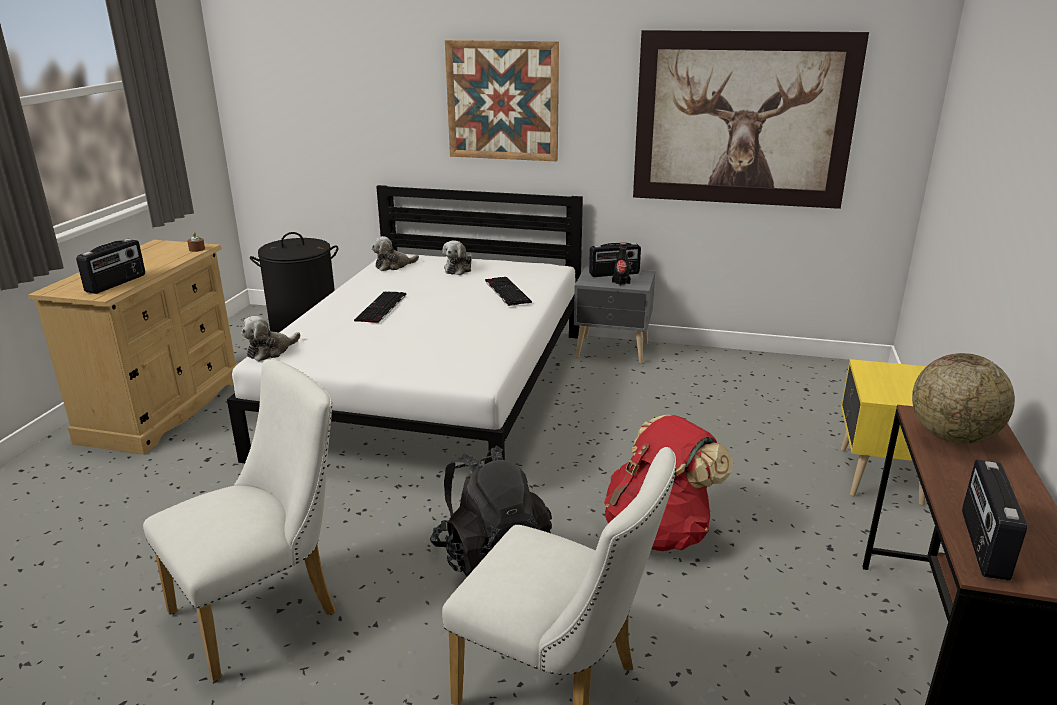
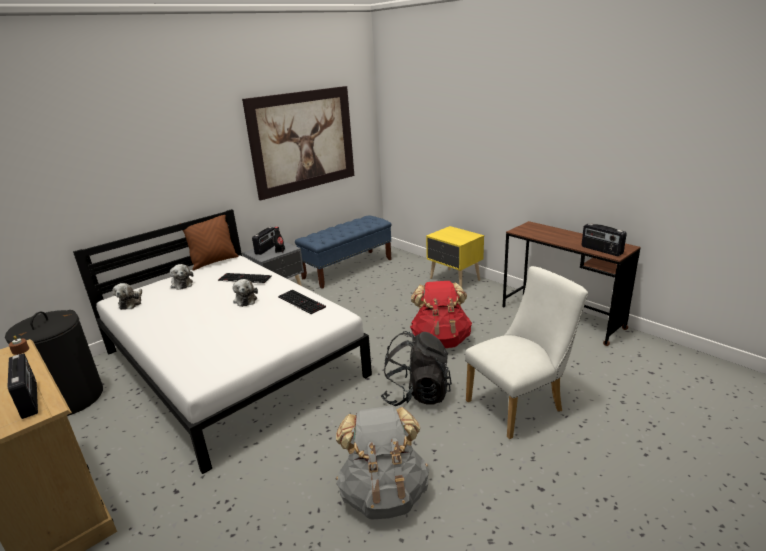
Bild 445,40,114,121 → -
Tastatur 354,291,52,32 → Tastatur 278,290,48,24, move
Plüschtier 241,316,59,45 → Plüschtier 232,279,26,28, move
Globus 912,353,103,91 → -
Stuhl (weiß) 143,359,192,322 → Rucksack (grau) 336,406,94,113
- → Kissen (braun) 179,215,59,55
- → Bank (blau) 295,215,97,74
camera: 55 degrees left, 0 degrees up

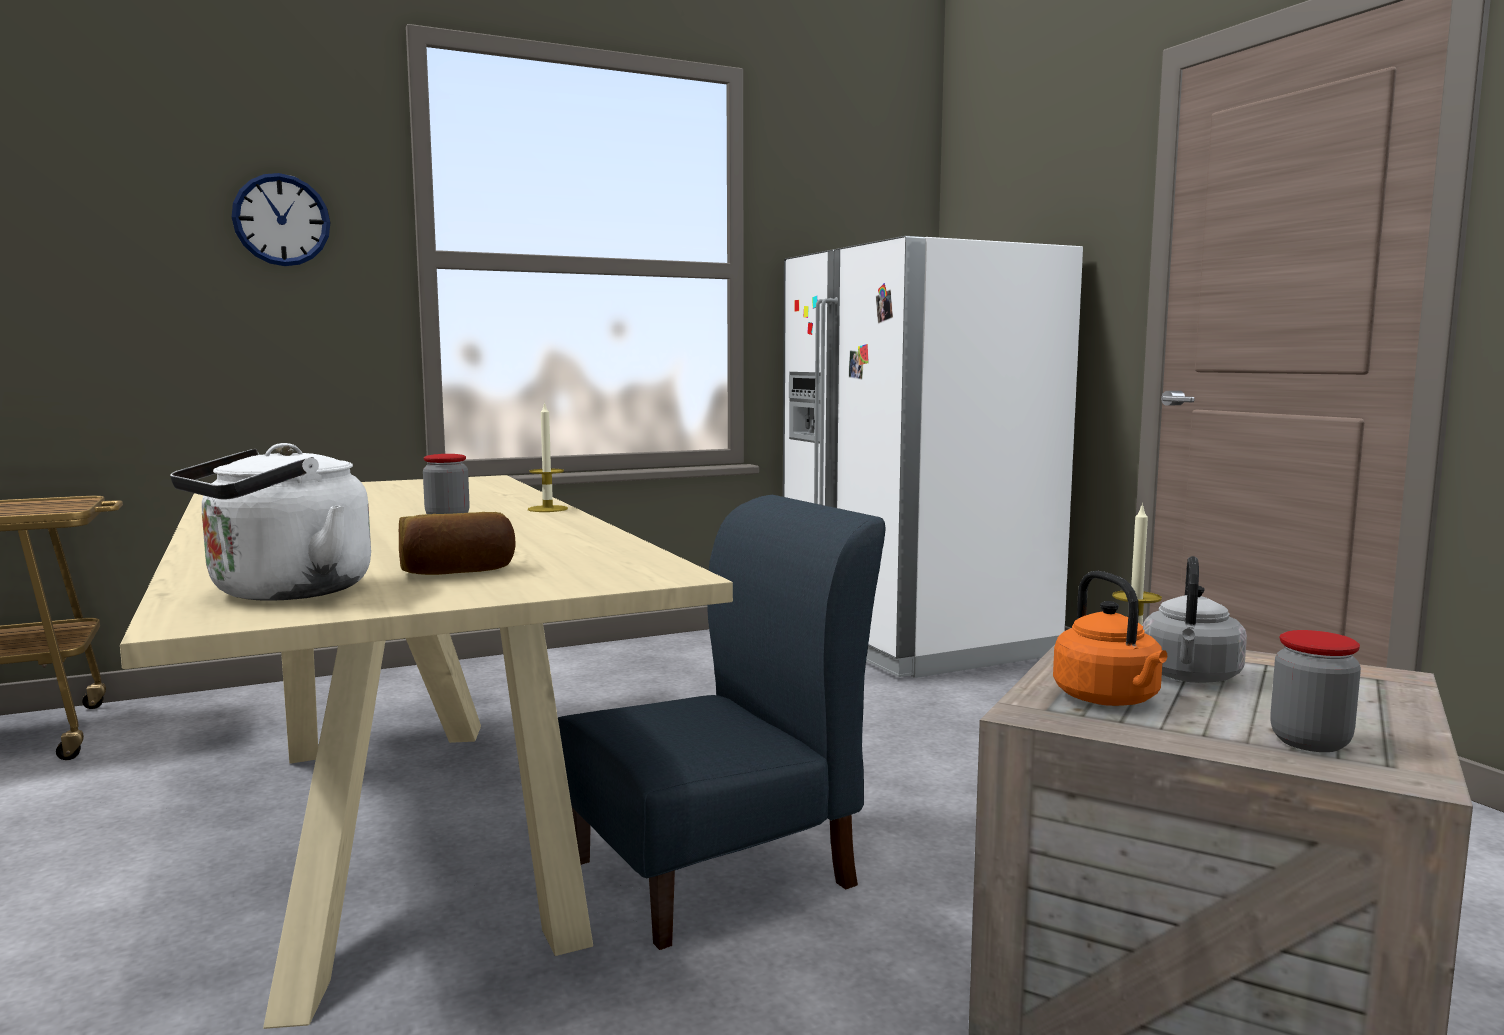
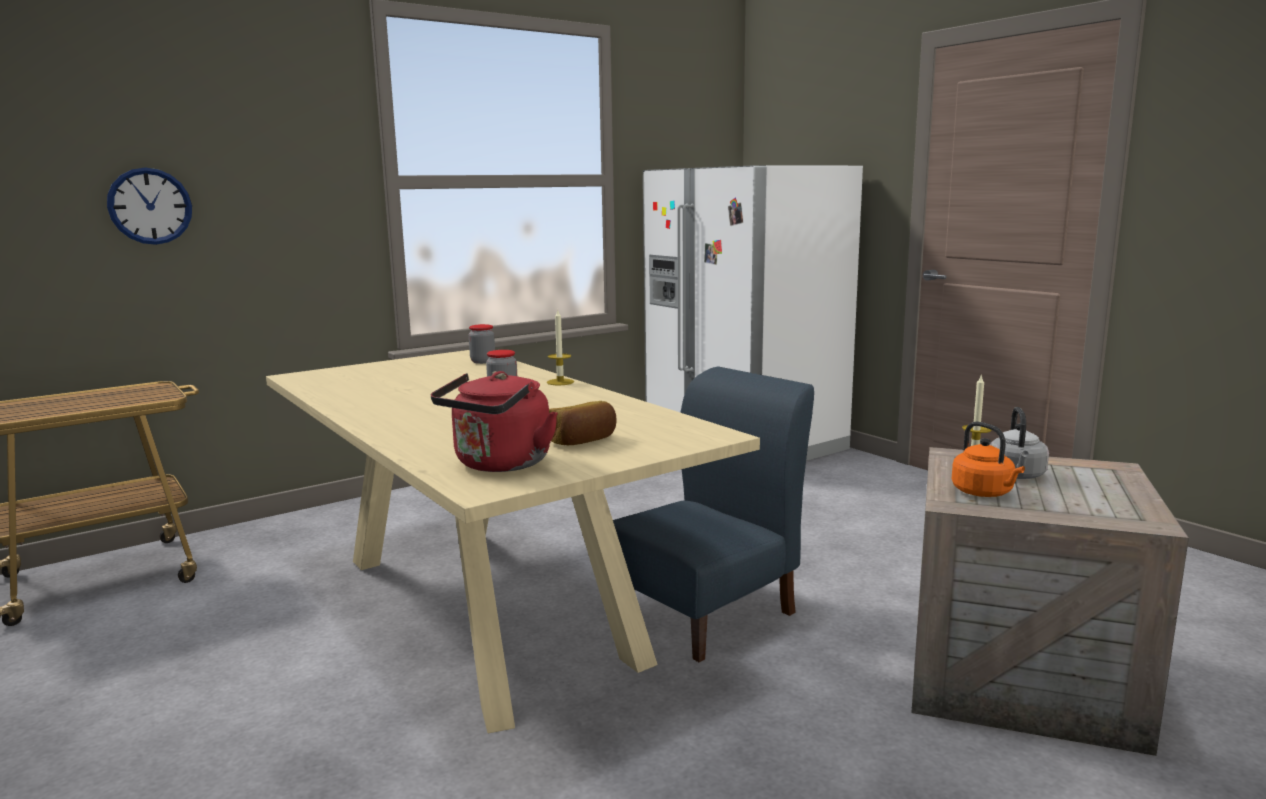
Wanduhr 232,173,98,93 → Wanduhr 107,168,85,77, move
Wasserkessel (weiß) 170,443,201,158 → Wasserkessel (rot) 431,371,127,101
Vorratsglas 1270,630,91,122 → Vorratsglas 469,324,26,40, move
camera: 10 degrees left, 5 degrees up

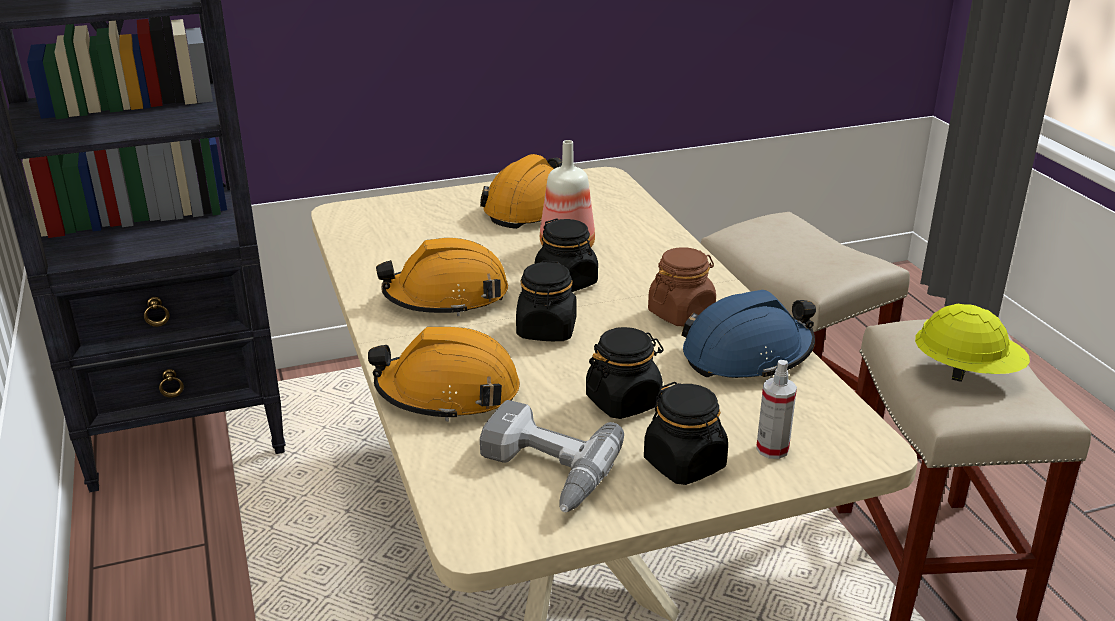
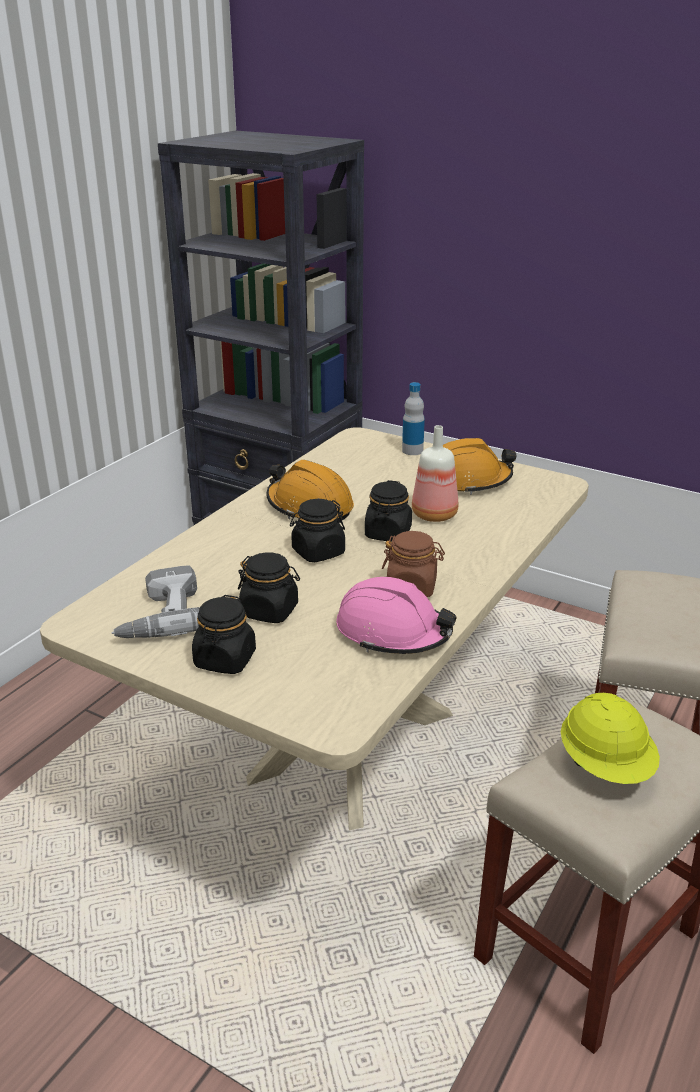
Schutzhelm (blau) 682,290,134,89 → Schutzhelm (rosa) 336,577,121,77
Schutzhelm (orange) 368,327,152,95 → -
Sprühflasche 756,360,41,99 → -
- → Flasche 402,382,23,73
camera: 50 degrees right, 0 degrees up

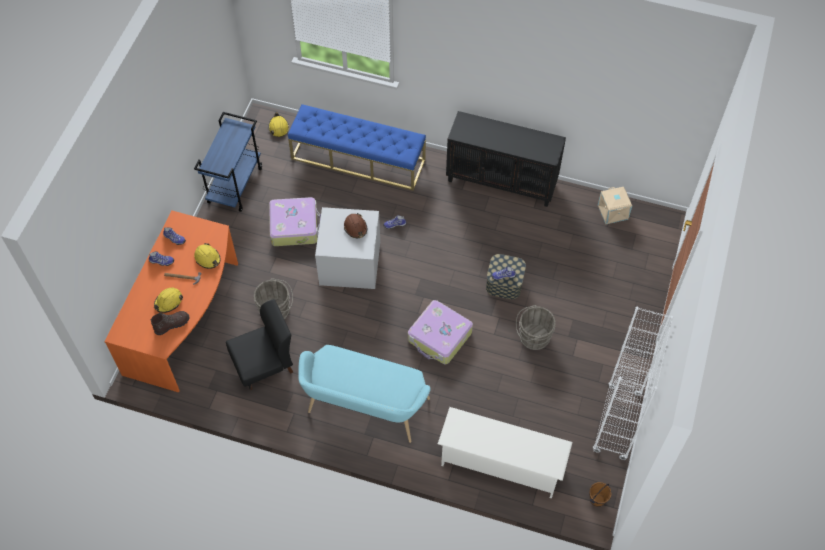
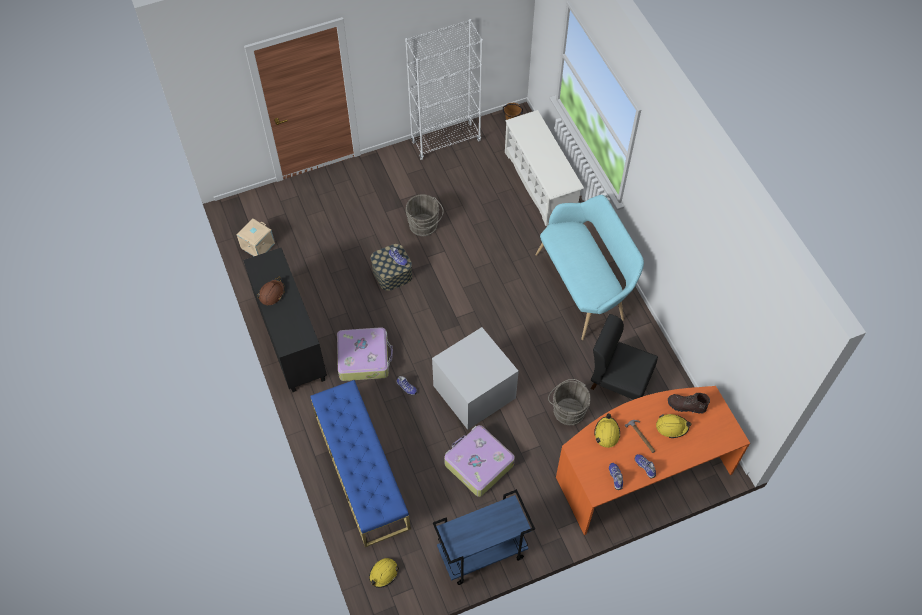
Schutzhelm (braun) 344,213,23,25 → Schutzhelm (braun) 258,276,27,30, move
Koffer 408,300,65,64 → Koffer 337,327,56,54, move
camera: 130 degrees left, 0 degrees up

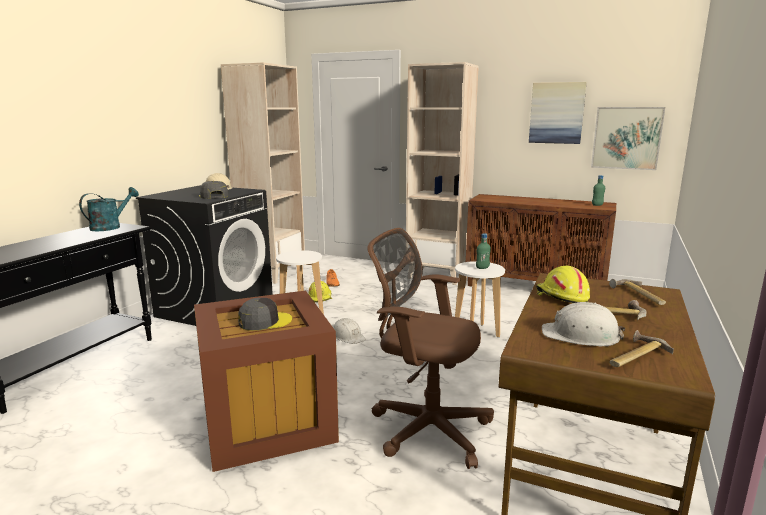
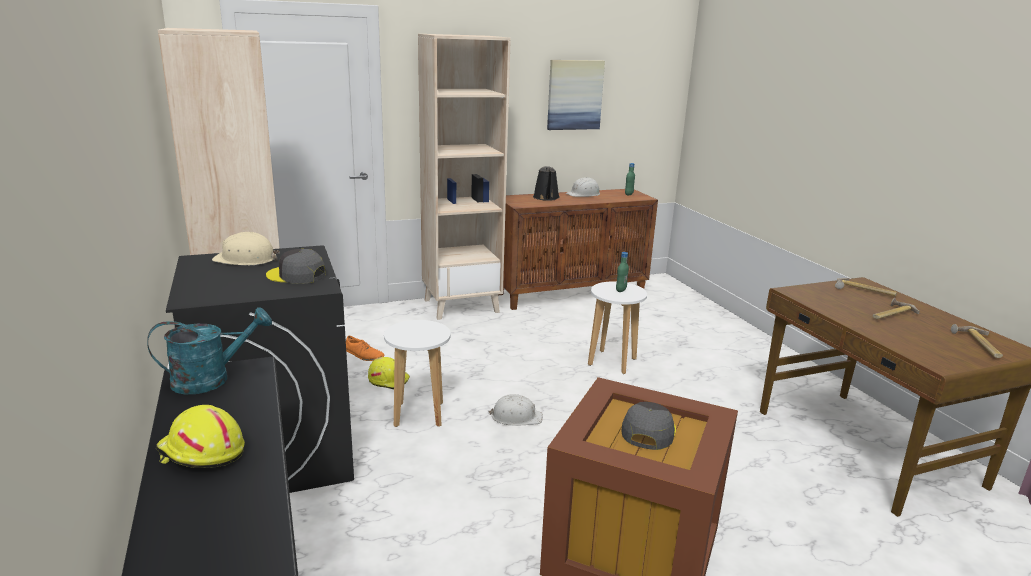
Bild 591,107,74,63 → -
Gießkanne (türkis) 79,187,60,44 → Gießkanne (türkis) 147,307,125,87, 75 degrees clockwise
Bürostuhl (braun) 367,228,127,241 → -
Schutzhelm (gelb) 536,266,54,37 → Schutzhelm (gelb) 156,405,89,63, move
Schutzhelm (weiß) 542,302,83,44 → Schutzhelm (weiß) 566,177,34,20, move
- → Gießkanne (schwarz) 533,166,27,35
camera: 45 degrees left, 5 degrees up

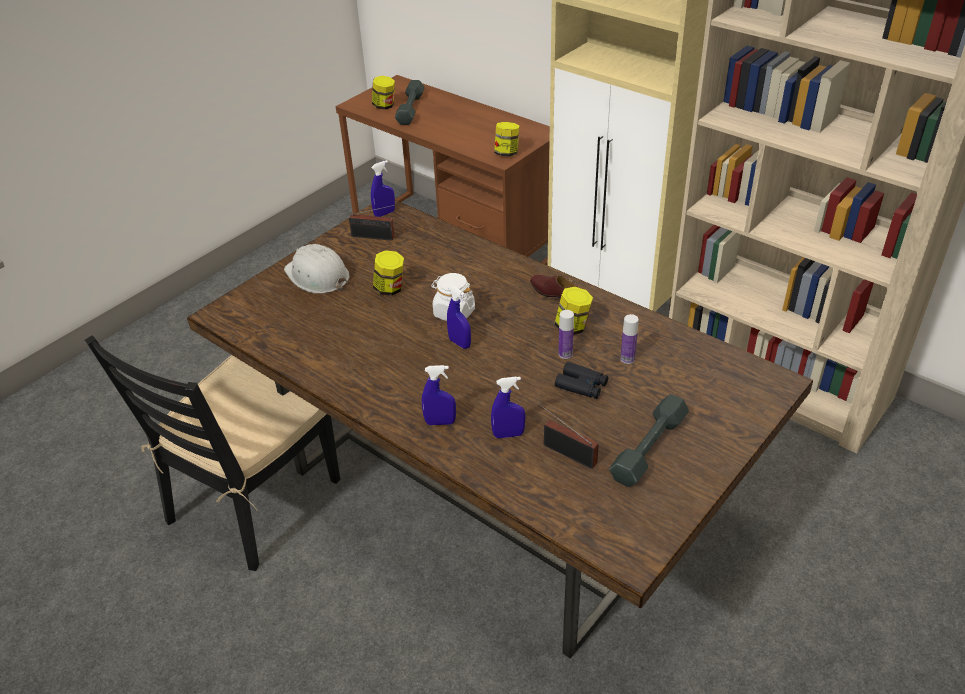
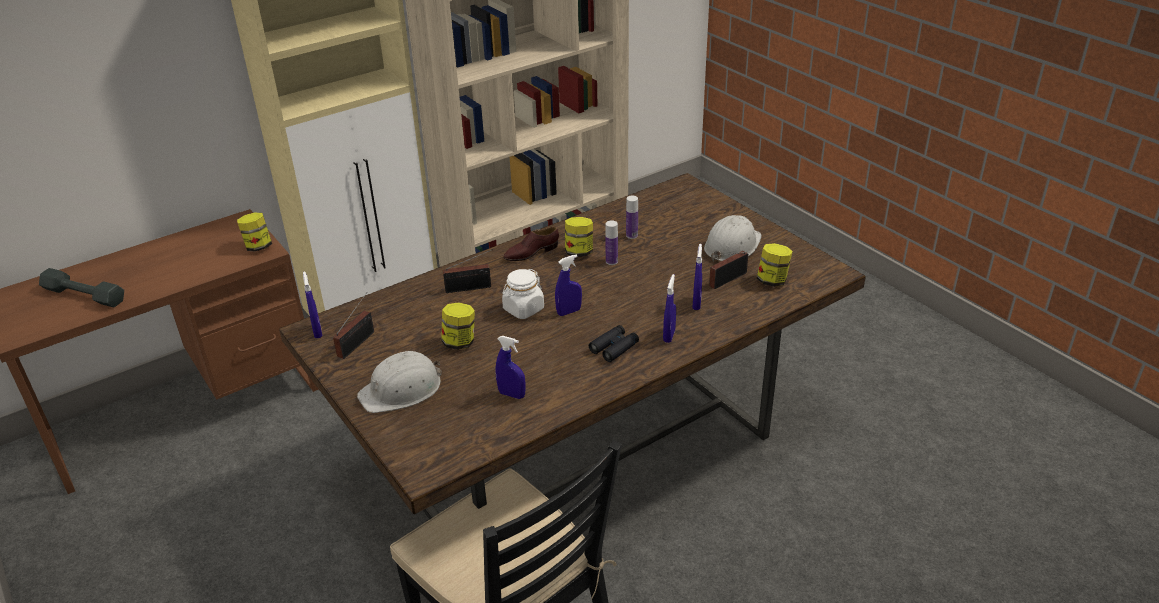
Vorratsglas 372,76,23,34 → Vorratsglas 757,243,36,44, move
Fernglas (schwarz) 555,362,53,37 → Fernglas (schwarz) 589,325,50,37, move
Hantel (grau) 609,394,80,93 → Schutzhelm (weiß) 704,215,58,47
- → Radio 443,249,50,44
- → Sprühflasche (blau) 495,336,30,63
camera: 75 degrees left, 5 degrees down

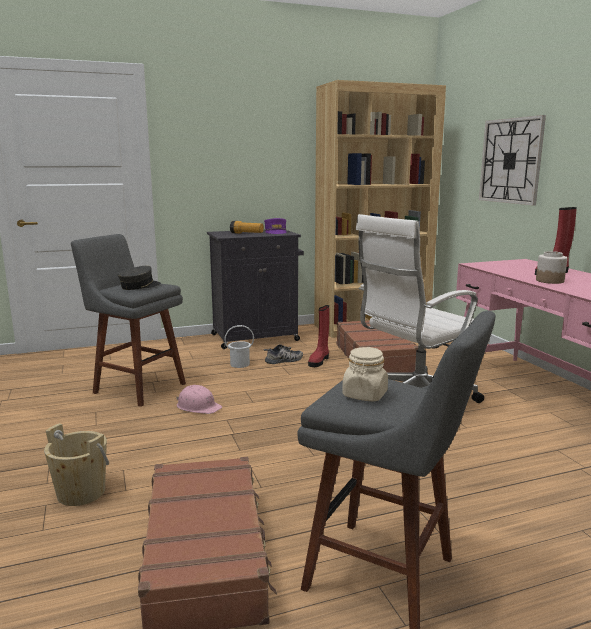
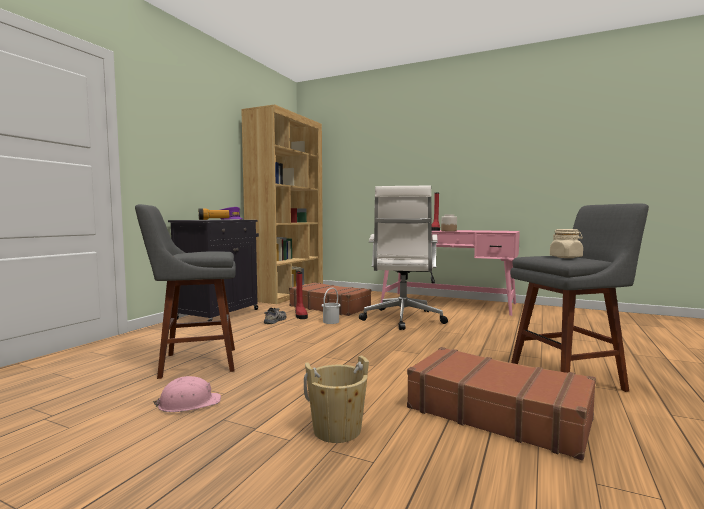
Wanduhr 479,115,67,90 → -
Kappe (grau) 118,266,43,24 → -
Eimer (weiß) 224,325,30,43 → Eimer (weiß) 322,288,19,36, move
Schutzhelm (rosa) 177,385,45,29 → Schutzhelm (rosa) 153,376,68,36, move
camera: 45 degrees left, 10 degrees down

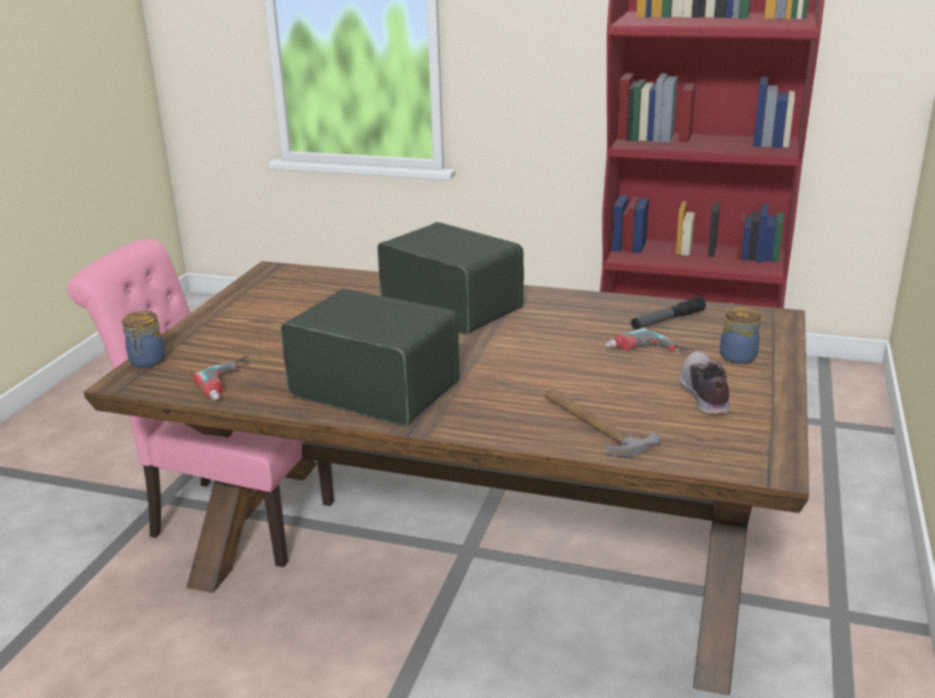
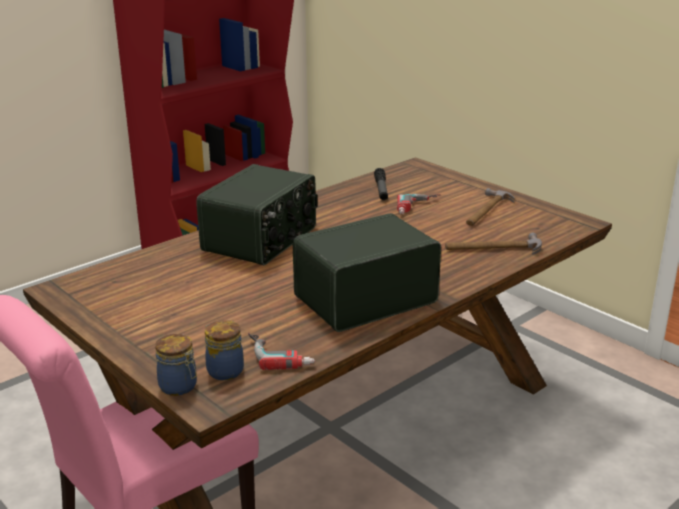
Radio 377,222,147,113 → Radio 196,164,121,101, 135 degrees clockwise
Vorratsglas 720,306,41,58 → Vorratsglas 205,320,39,60, move
Schuh 679,351,51,63 → Hammer 466,188,49,38
camera: 60 degrees left, 0 degrees up

